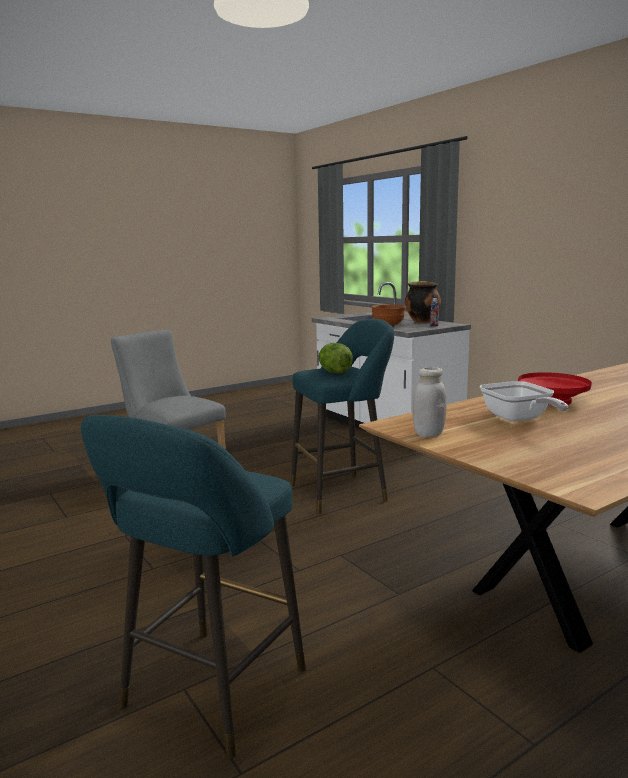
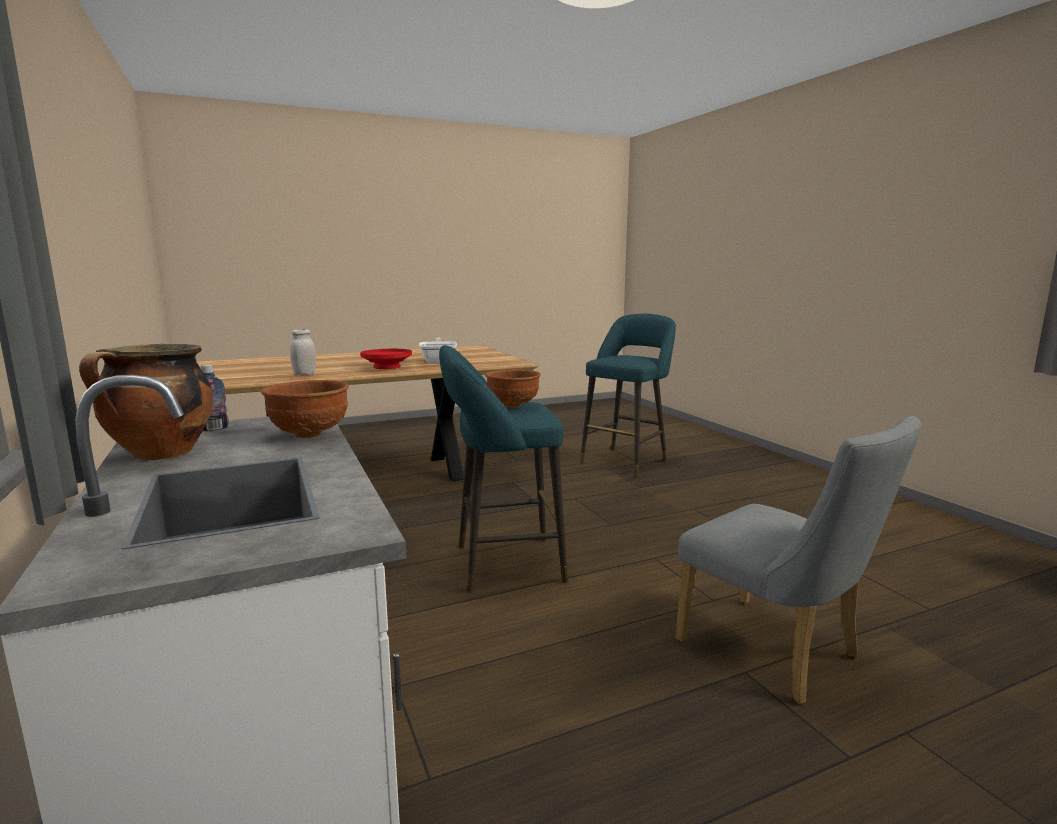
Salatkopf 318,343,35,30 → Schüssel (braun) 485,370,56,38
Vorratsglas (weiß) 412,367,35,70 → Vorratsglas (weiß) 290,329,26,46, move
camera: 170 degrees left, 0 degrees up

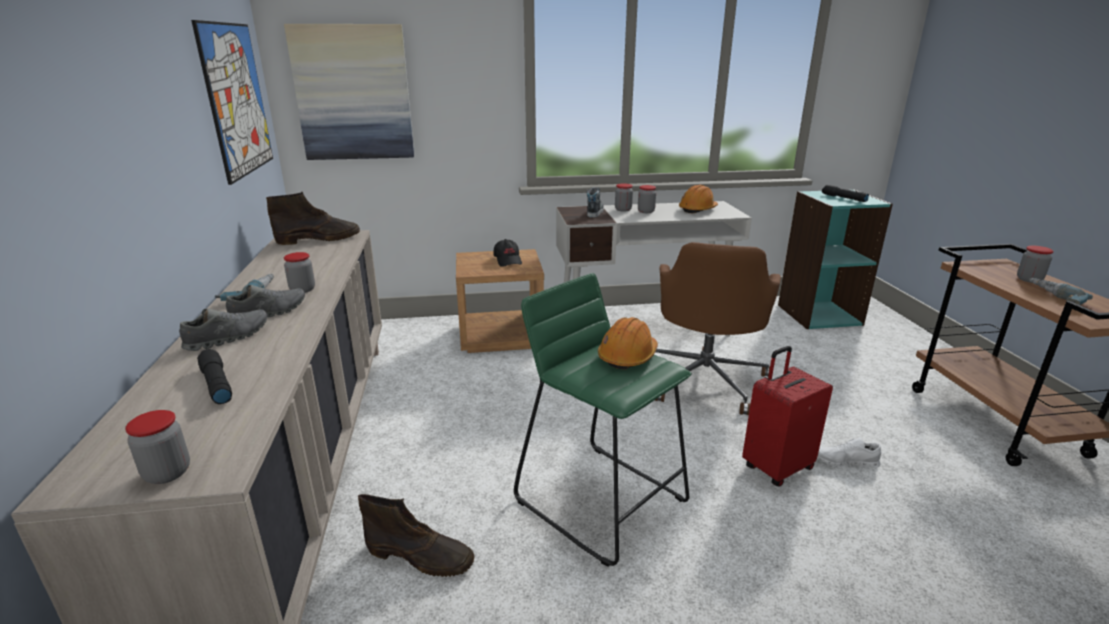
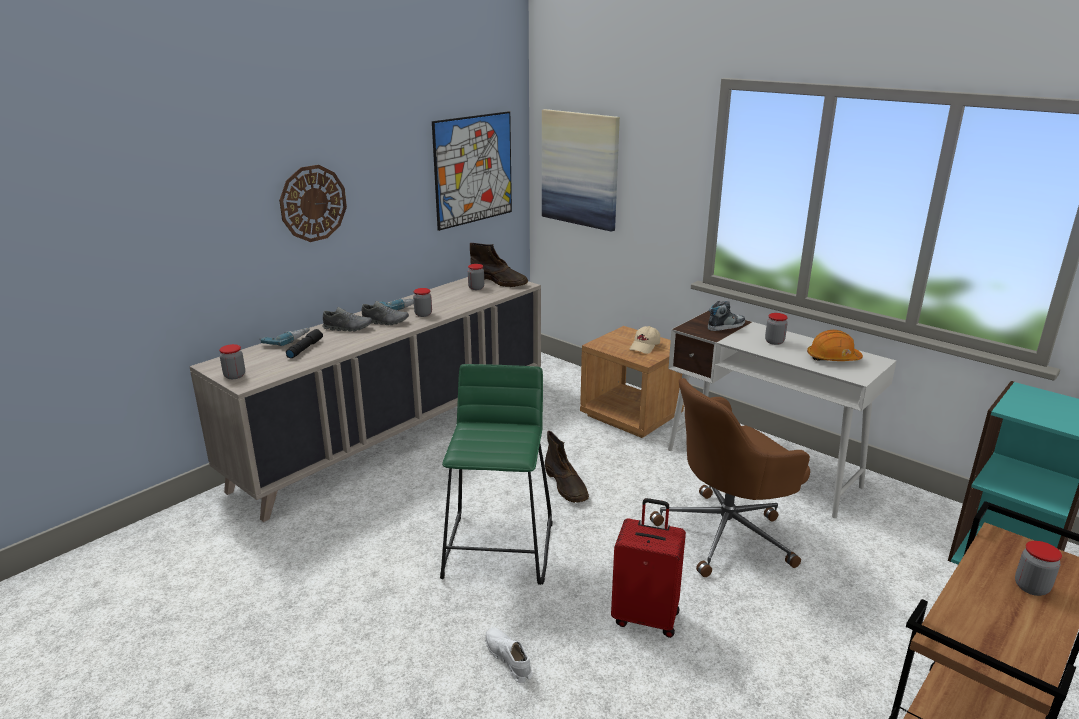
Vorratsglas 615,183,18,29 → Vorratsglas 468,264,16,26, move
Taschenlampe (schwarz) 822,185,47,17 → -
Kappe (schwarz) 493,239,29,28 → Kappe (beige) 629,326,31,28
Bohrmaschine 1029,278,64,27 → Bohrmaschine 260,328,50,18, move
Schutzhelm (orange) 598,317,60,52 → -
Schuh (weiß) 818,437,63,31 → Schuh (weiß) 485,628,48,55, move
Stiefel (braun) 358,494,117,83 → Stiefel (braun) 545,431,44,72, move
- → Wanduhr 279,165,68,77
camera: 50 degrees right, 0 degrees up

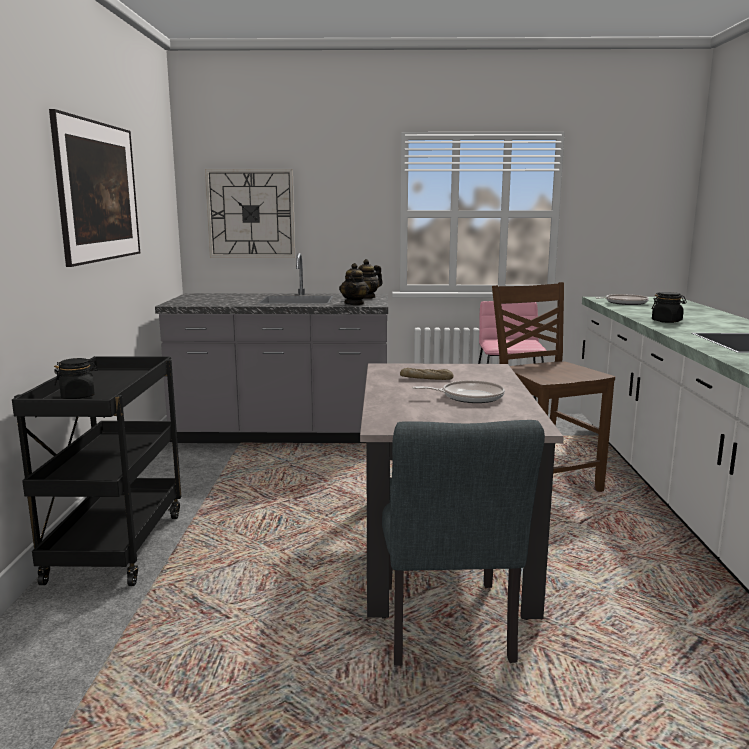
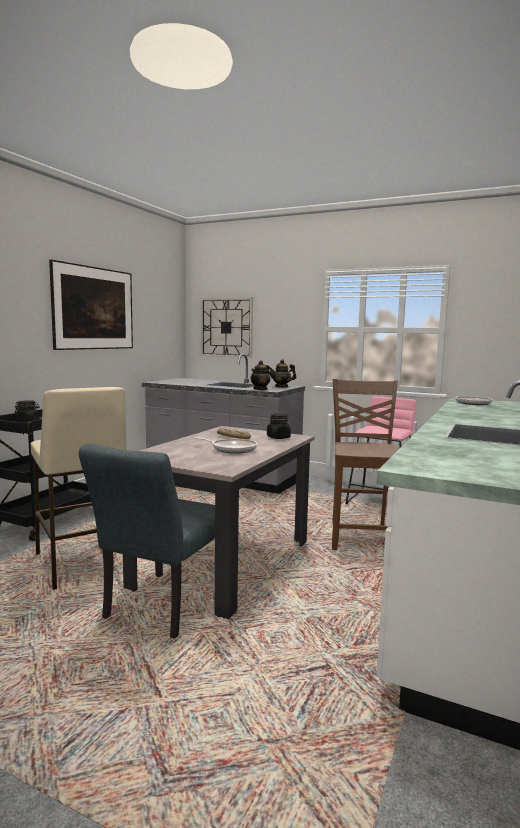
Vorratsglas (schwarz) 651,292,36,31 → Vorratsglas (schwarz) 267,413,24,26, move
- → Hocker (beige) 31,387,95,203
camera: 25 degrees right, 5 degrees down

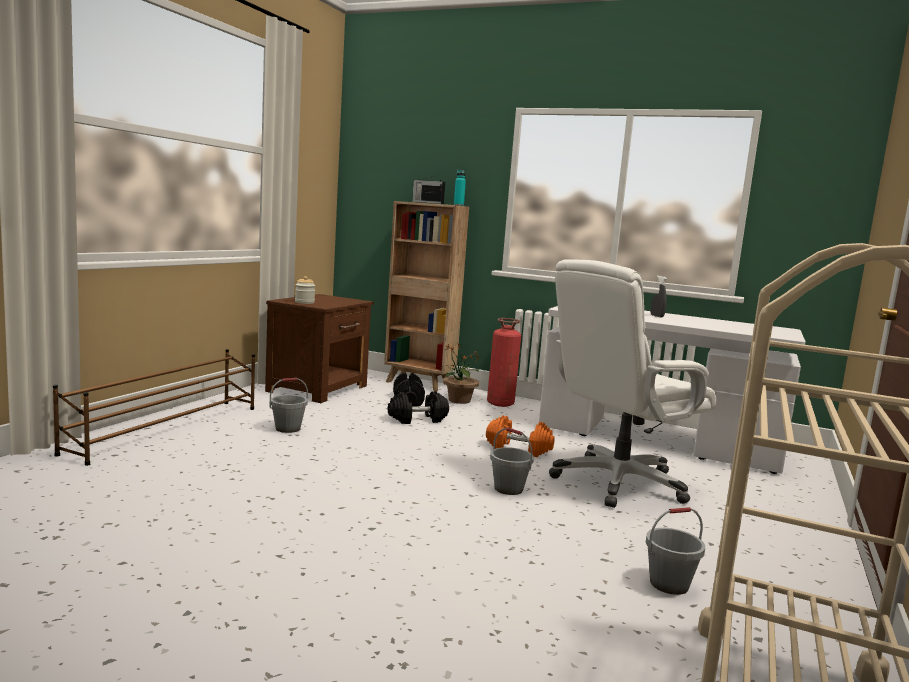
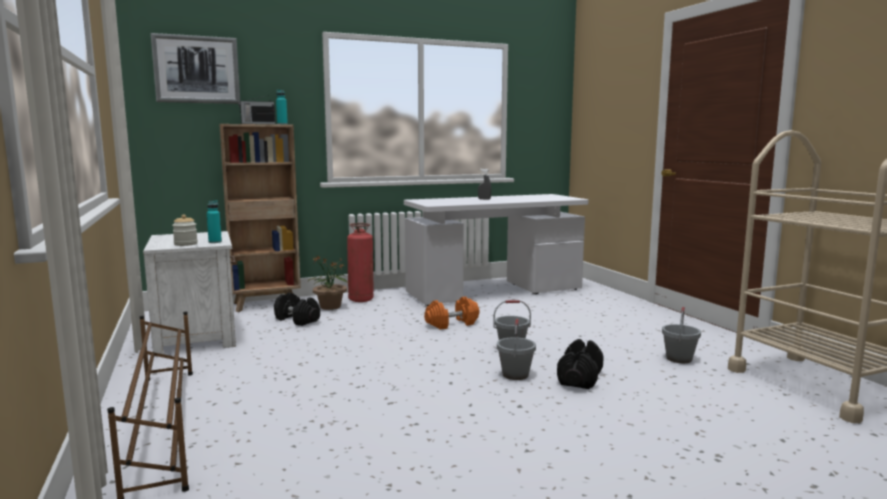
Bürostuhl (weiß) 549,259,167,249 → -
Nachttisch (braun) 265,294,109,109 → Nachttisch (weiß) 143,231,93,123
Eimer (grau) 269,378,39,55 → Eimer (grau) 497,319,39,61, move
Hantel (schwarz) 388,391,61,33 → Hantel (schwarz) 557,339,47,50, move
- → Bild 151,33,89,71
- → Flasche (türkis) 207,200,15,43
camera: 45 degrees left, 0 degrees up

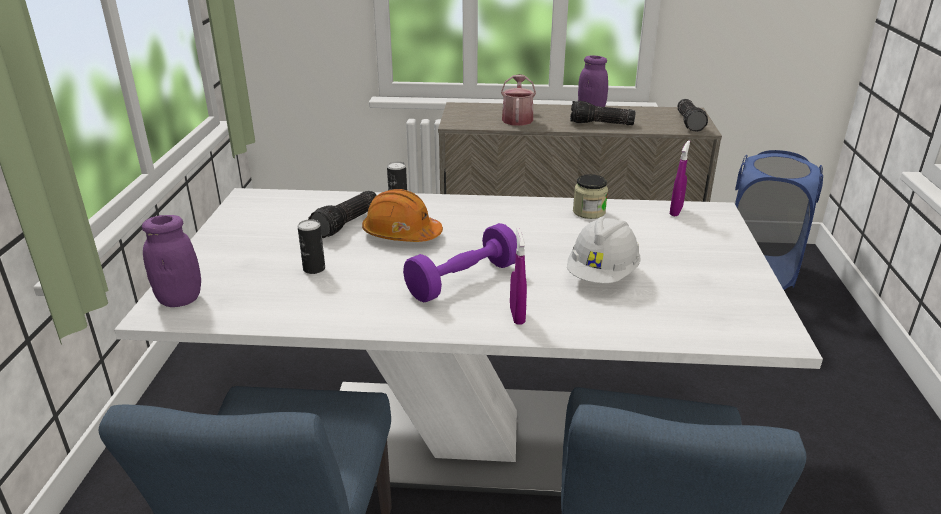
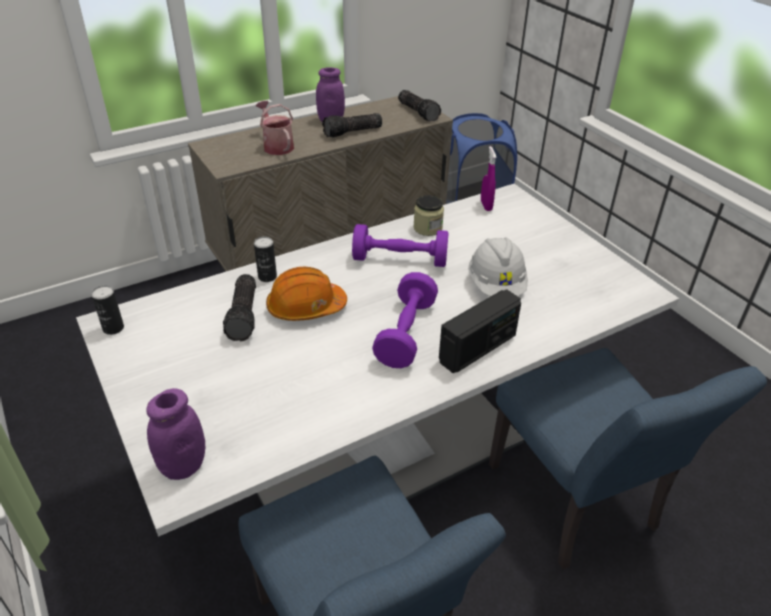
Dose 298,219,27,55 → Dose 91,285,33,50, move
Sprühflasche (lila) 510,228,17,97 → Radio 439,289,82,84
- → Hantel (lila) 352,224,97,43
camera: 35 degrees left, 10 degrees up

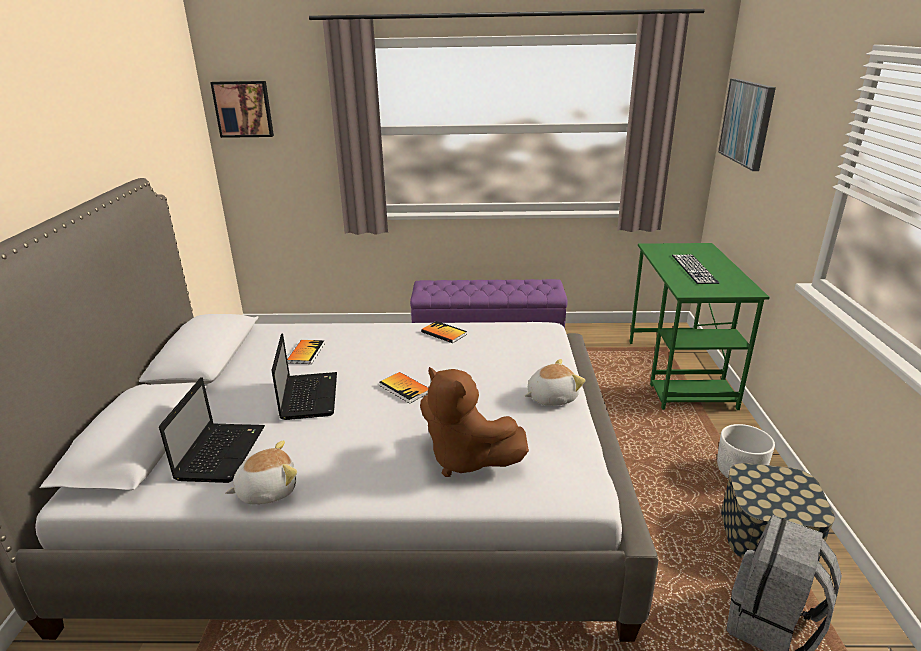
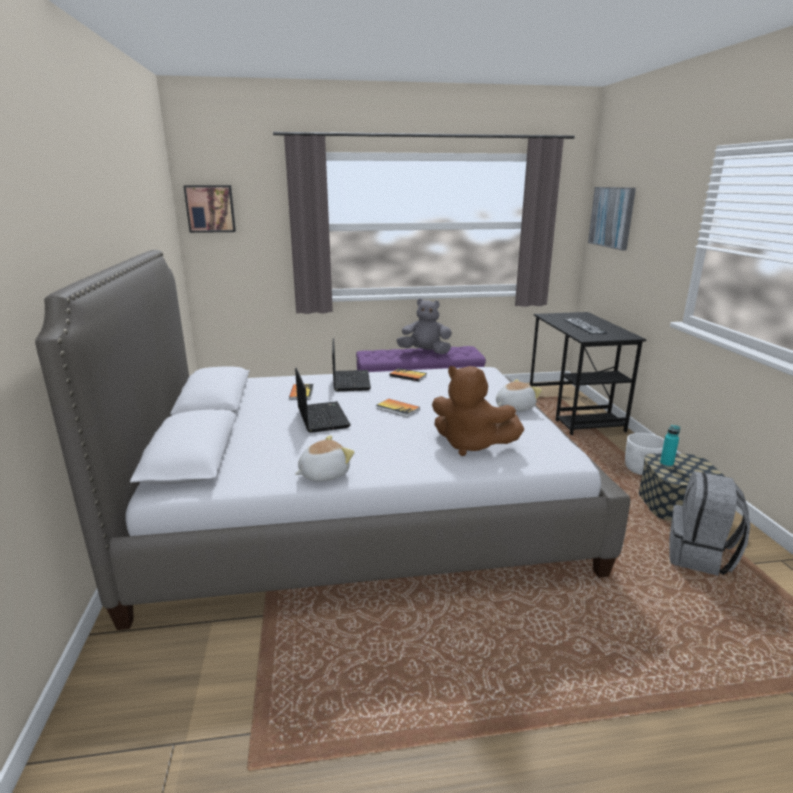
Schreibtisch (grün) 630,243,140,167 → Schreibtisch (schwarz) 530,312,116,123
Laptop 159,377,106,106 → Laptop 332,338,39,53, move
- → Plüschtier (grau) 397,299,55,55
- → Flasche (türkis) 660,425,20,42
camera: 10 degrees left, 5 degrees down

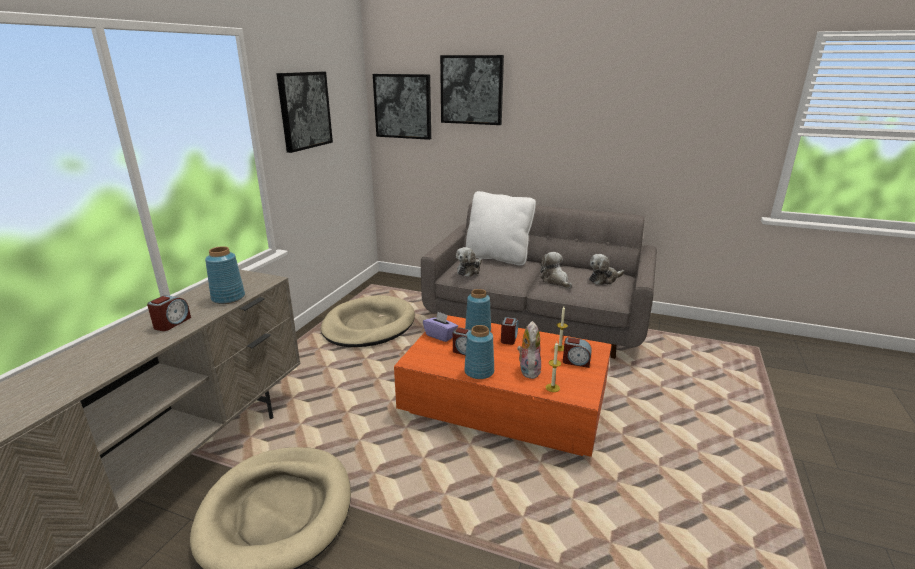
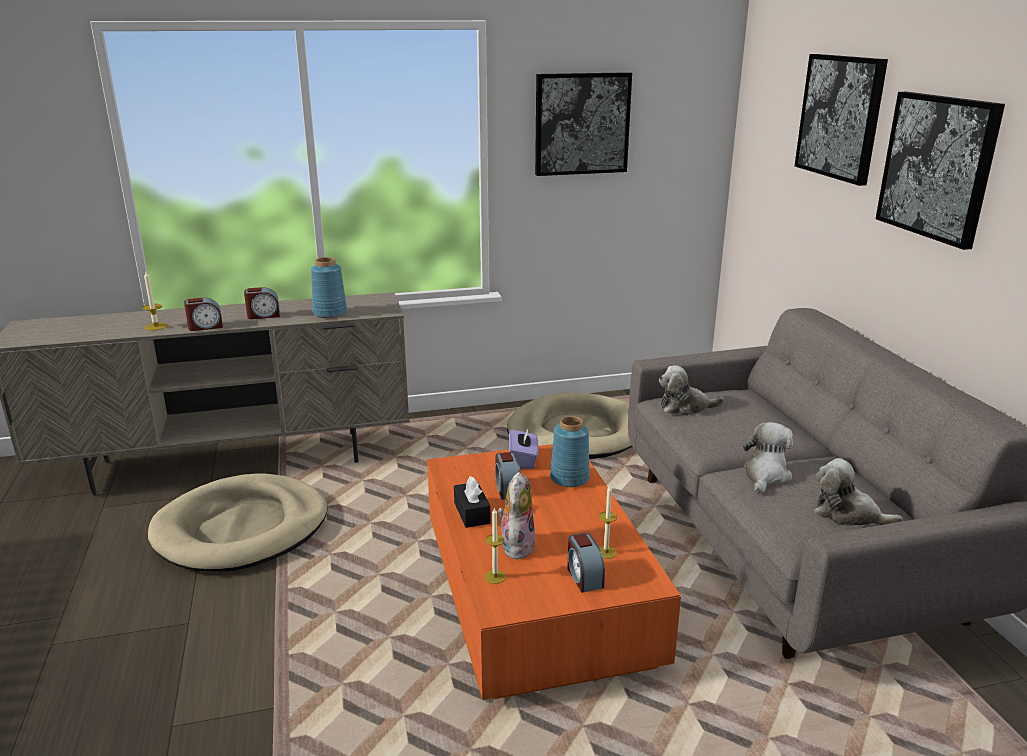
Bild 373,74,58,66 → Bild 876,92,129,158, move
Kissen (weiß) 466,191,70,75 → -
Wecker 501,317,17,28 → Wecker 184,298,39,33, move
Plüschtier 517,321,24,58 → Plüschtier 497,472,38,87, 45 degrees counterclockwise
Vase (blau) 464,325,30,54 → Taschentuchbox (schwarz) 454,476,37,52
- → Kerze 142,272,26,59
camera: 55 degrees right, 0 degrees up

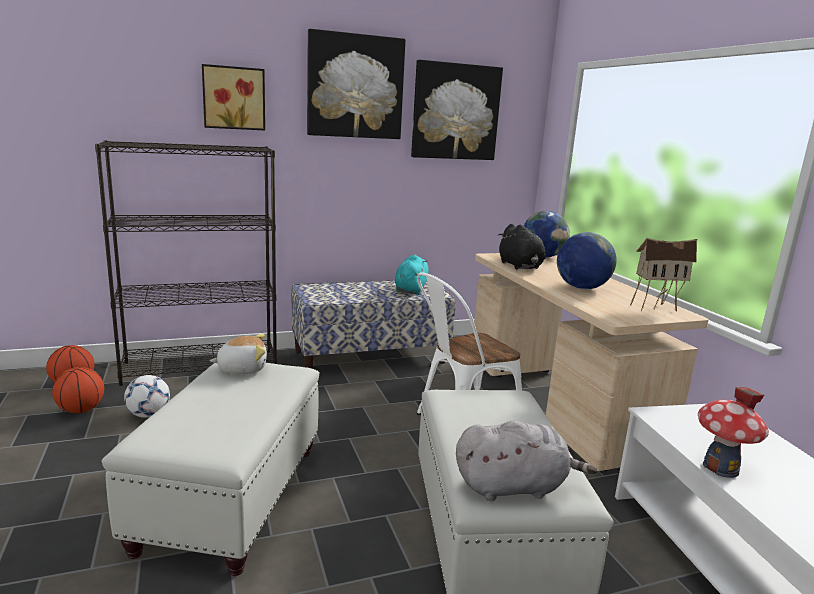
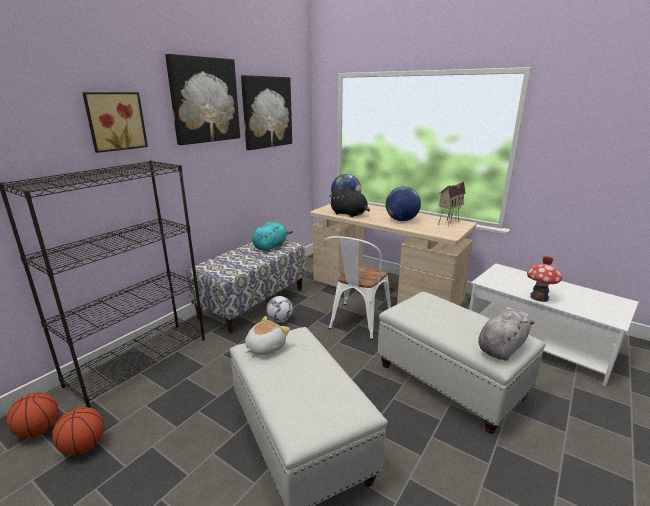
Plüschtier (türkis) 395,255,34,40 → Plüschtier (türkis) 252,222,41,30, 60 degrees clockwise
Fußball 124,375,46,43 → Fußball 267,296,26,26, move
camera: 35 degrees left, 5 degrees up

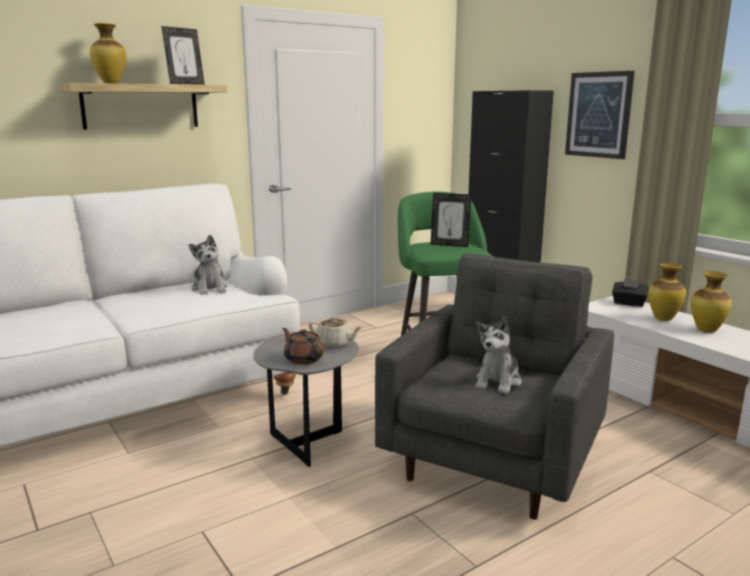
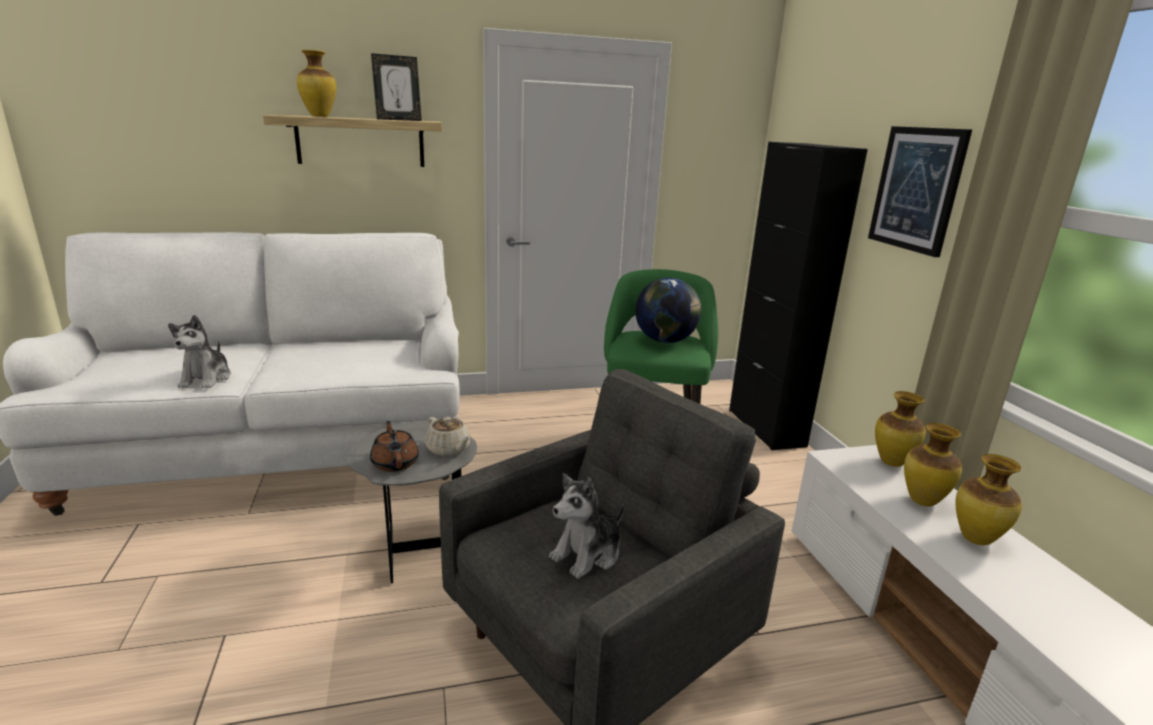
Bilderrahmen 430,193,41,54 → Globus 635,278,67,65
Plüschtier 188,235,40,60 → Plüschtier 168,315,63,73, move
Taschentuchbox (schwarz) 612,279,37,28 → Vase 875,391,51,76
camera: 20 degrees right, 5 degrees up

